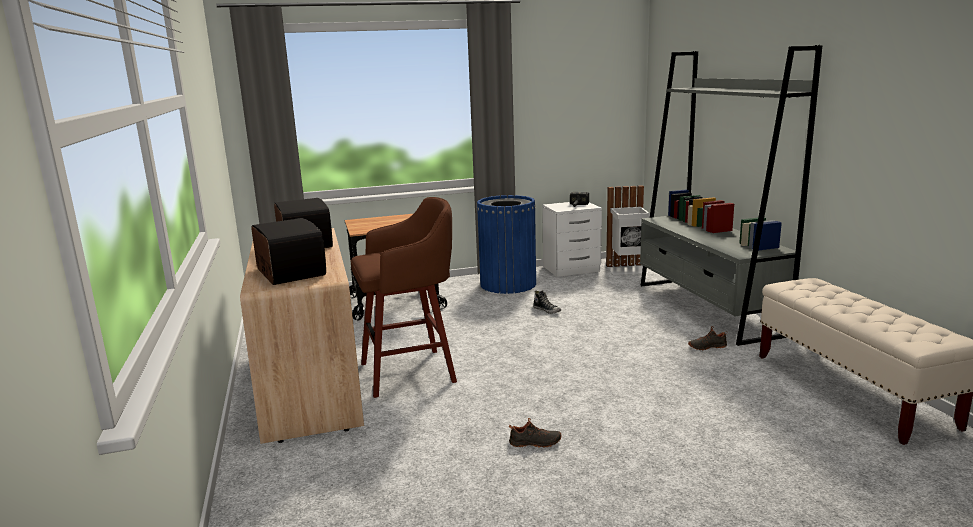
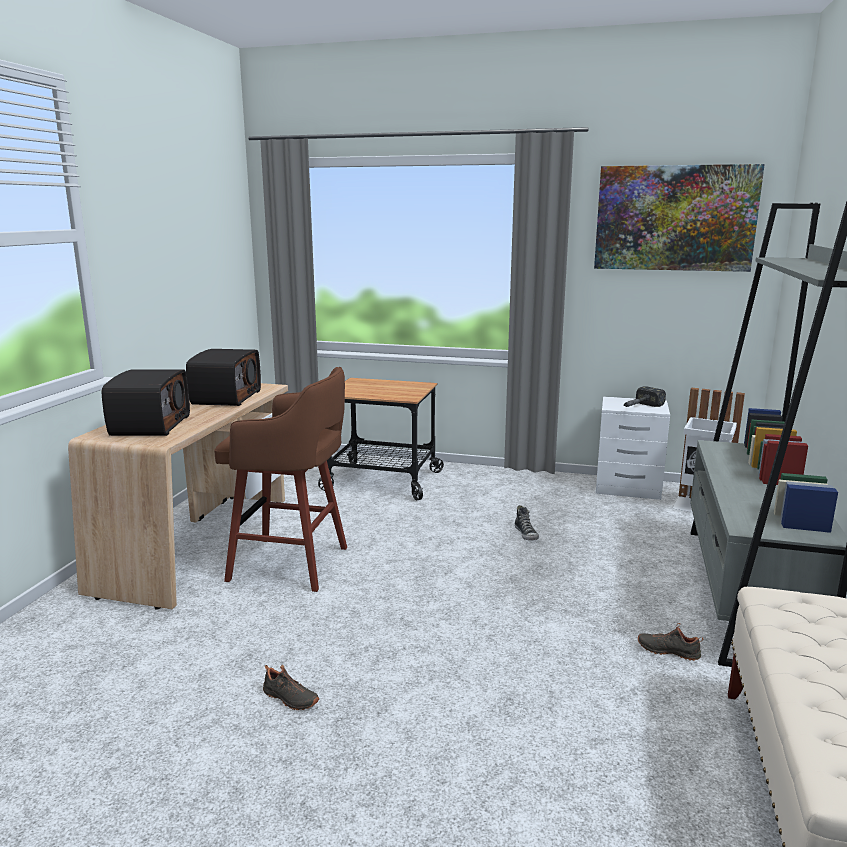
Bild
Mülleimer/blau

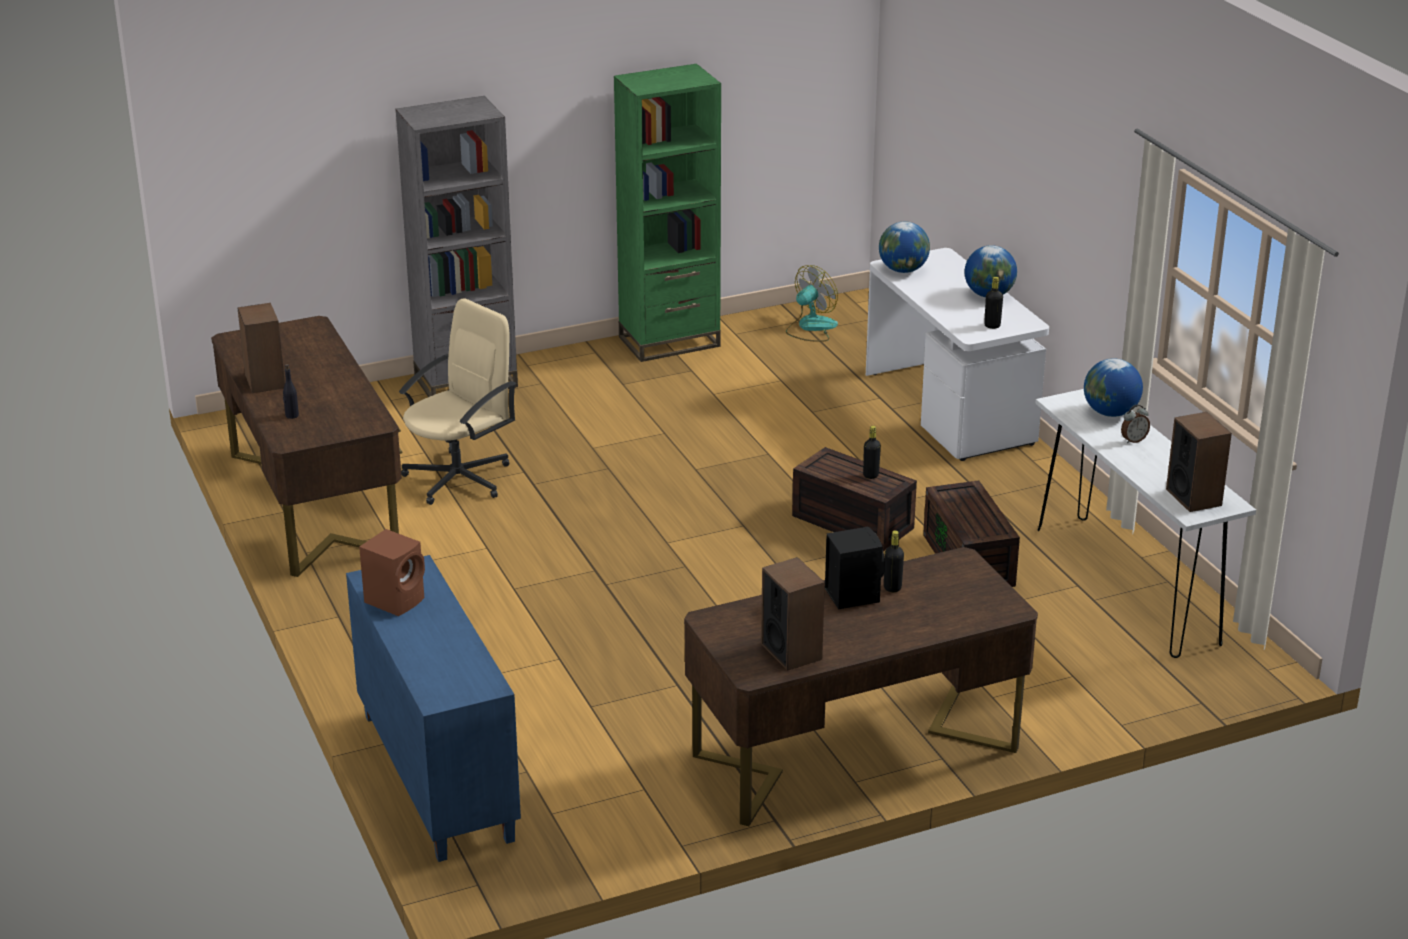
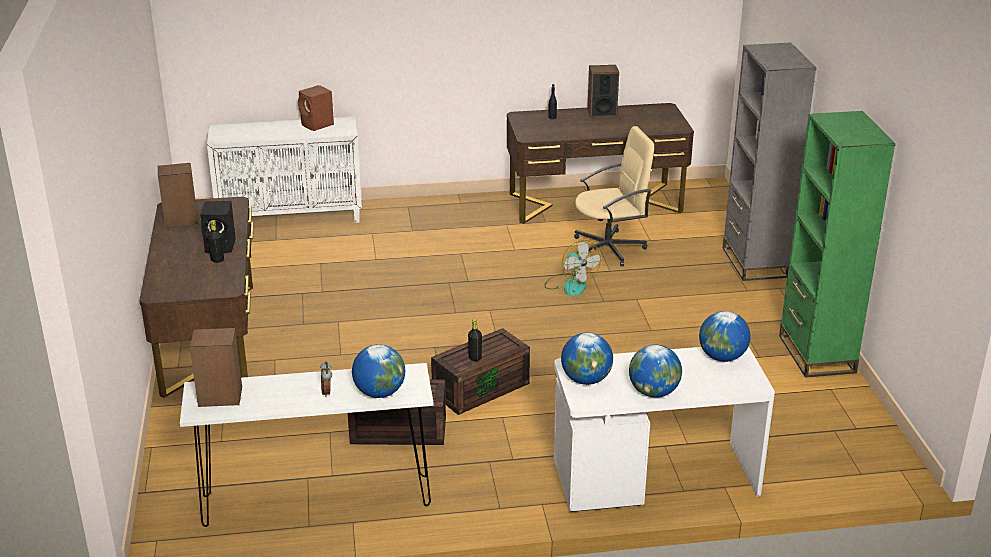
Schrank/weiß
Ventilator
Globus (no. 2 from left)
Bürostuhl/beige

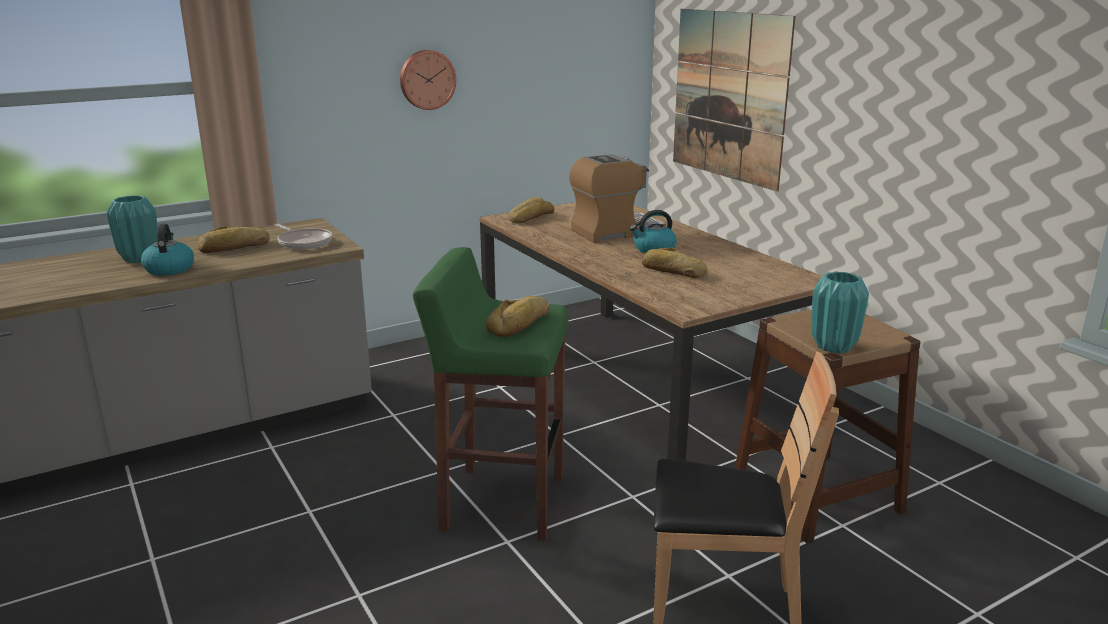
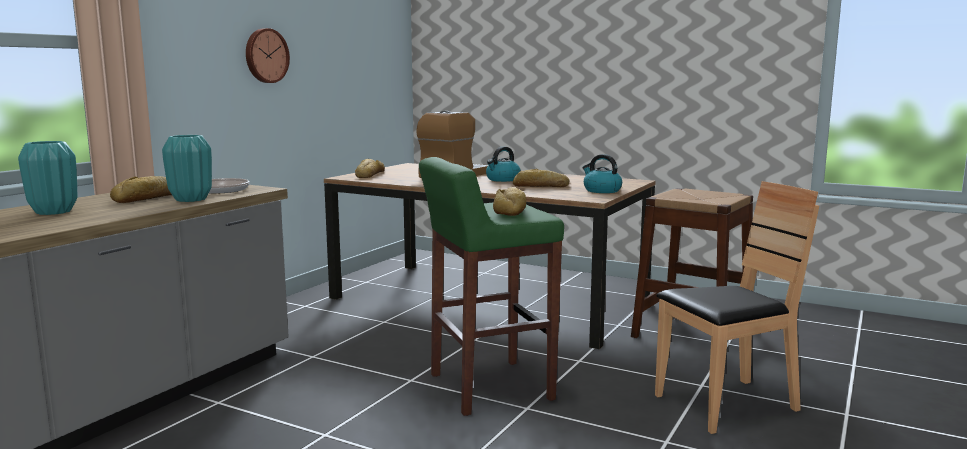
Vase/türkis (no. 2 from left)
Wasserkessel (no. 2 from left)
Bild

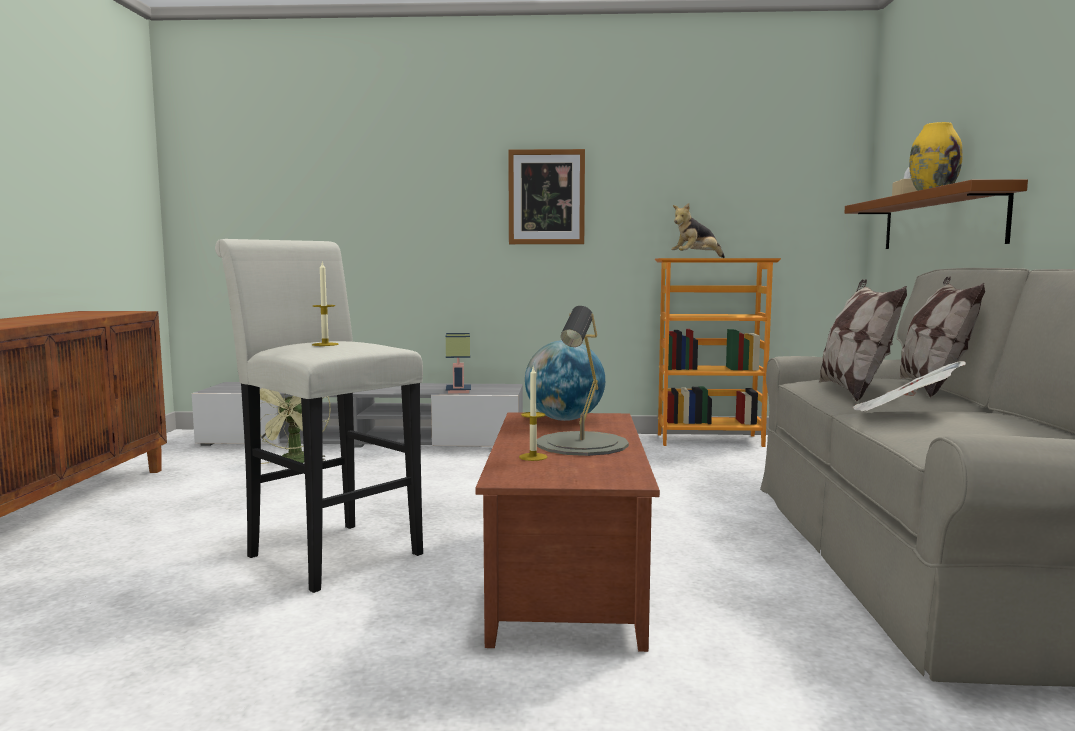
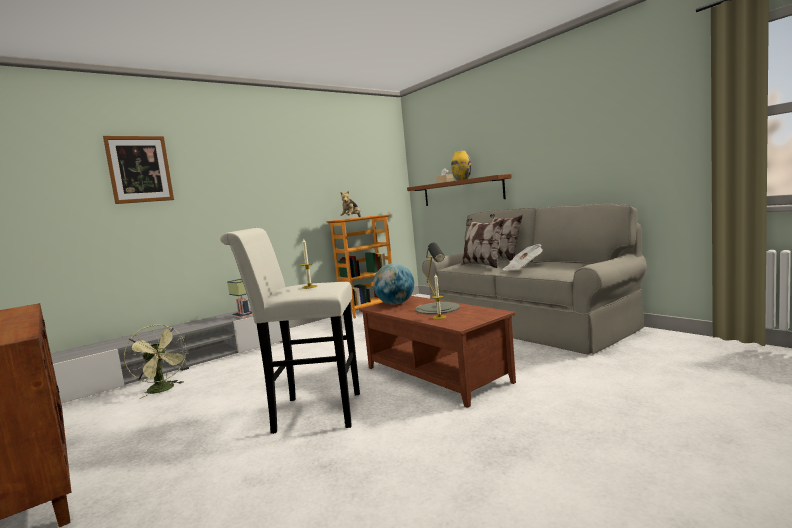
Bild

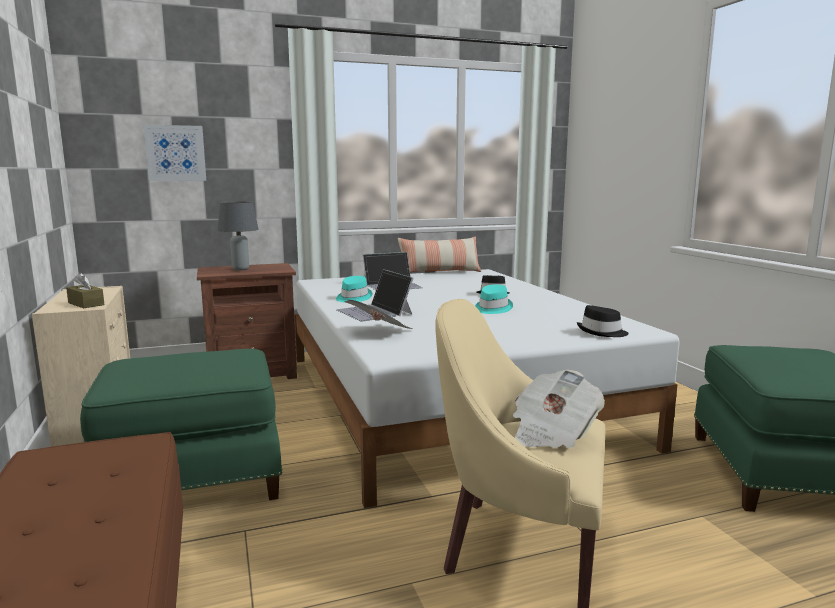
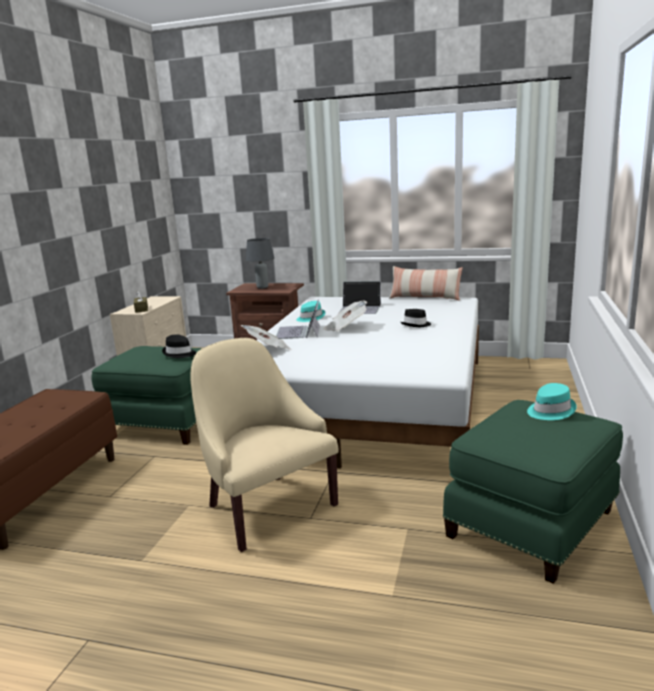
Hut/schwarz (no. 1 from left)
Zeitung (no. 2 from left)
Hut/türkis (no. 2 from left)
Bild

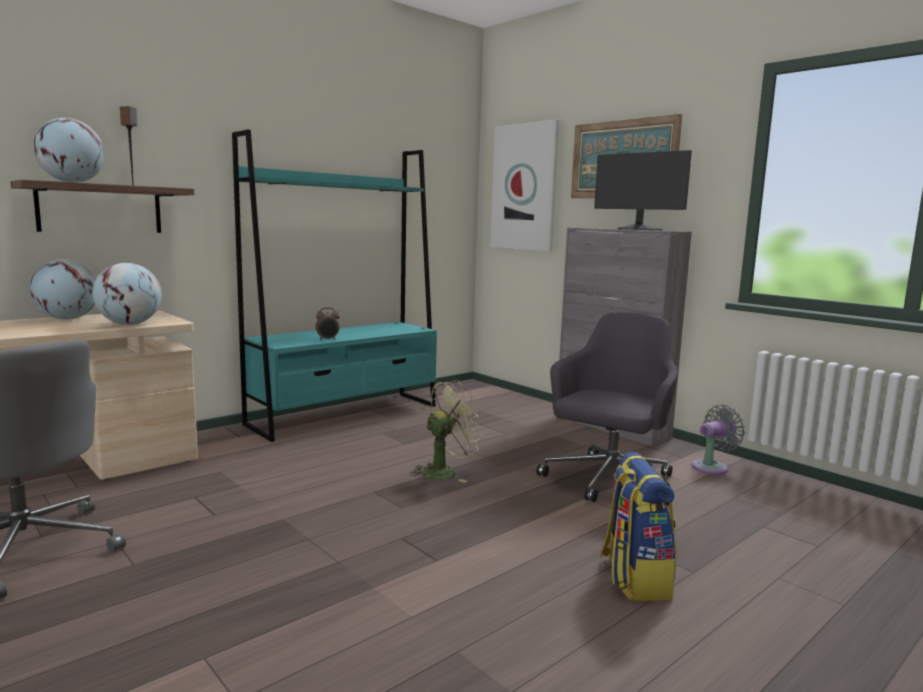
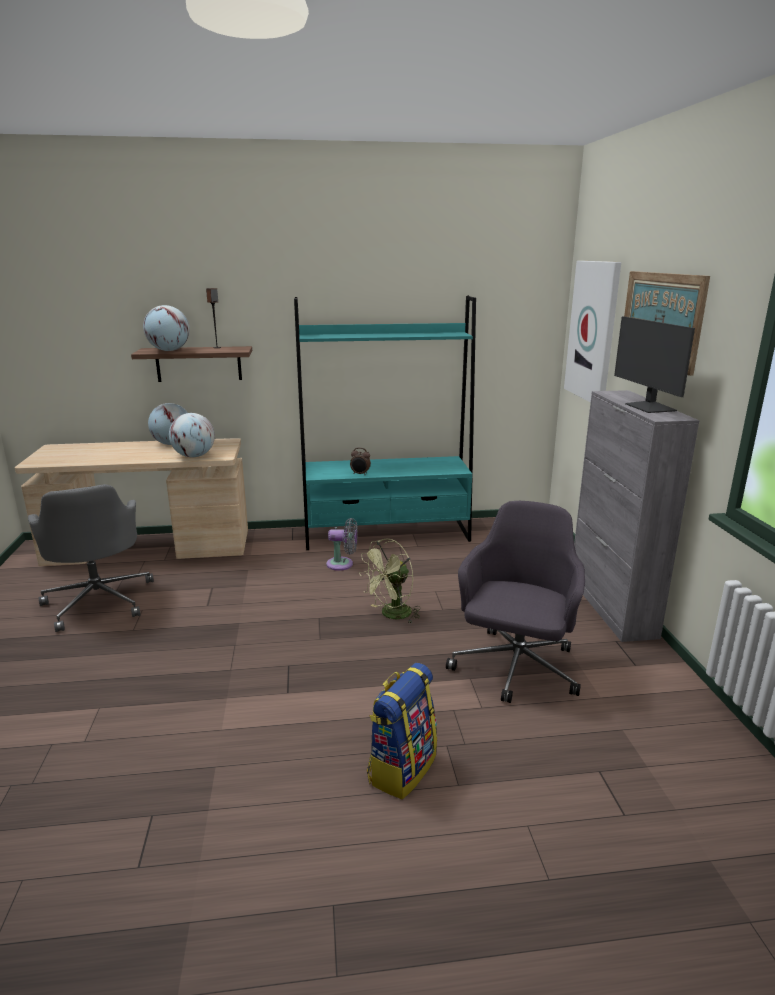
Ventilator/grau
Ventilator/grün
Bürostuhl/grau (no. 2 from left)

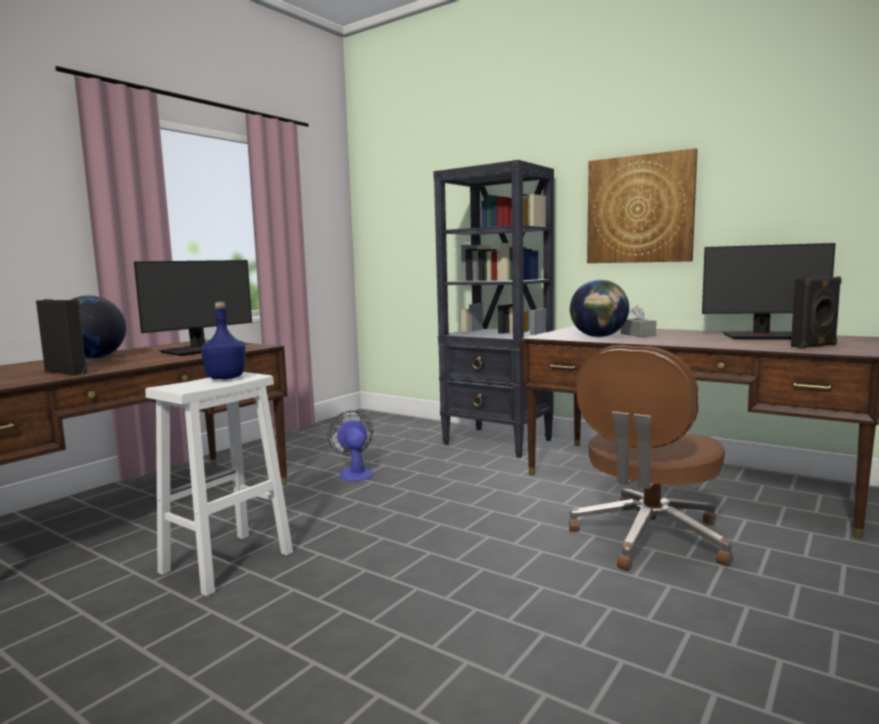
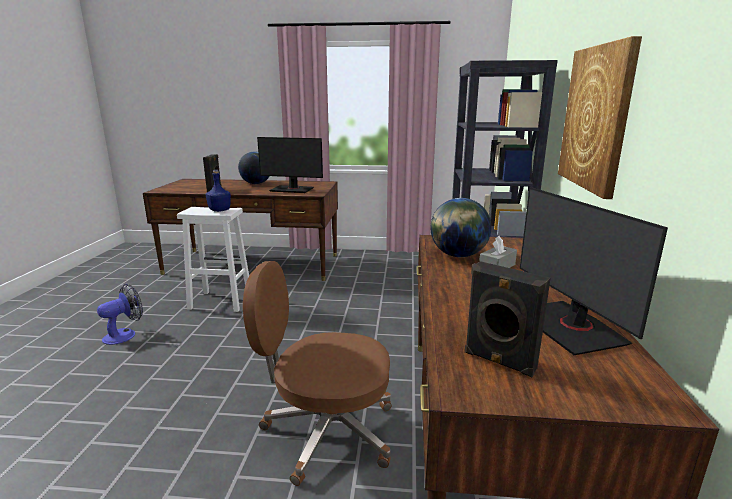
Ventilator

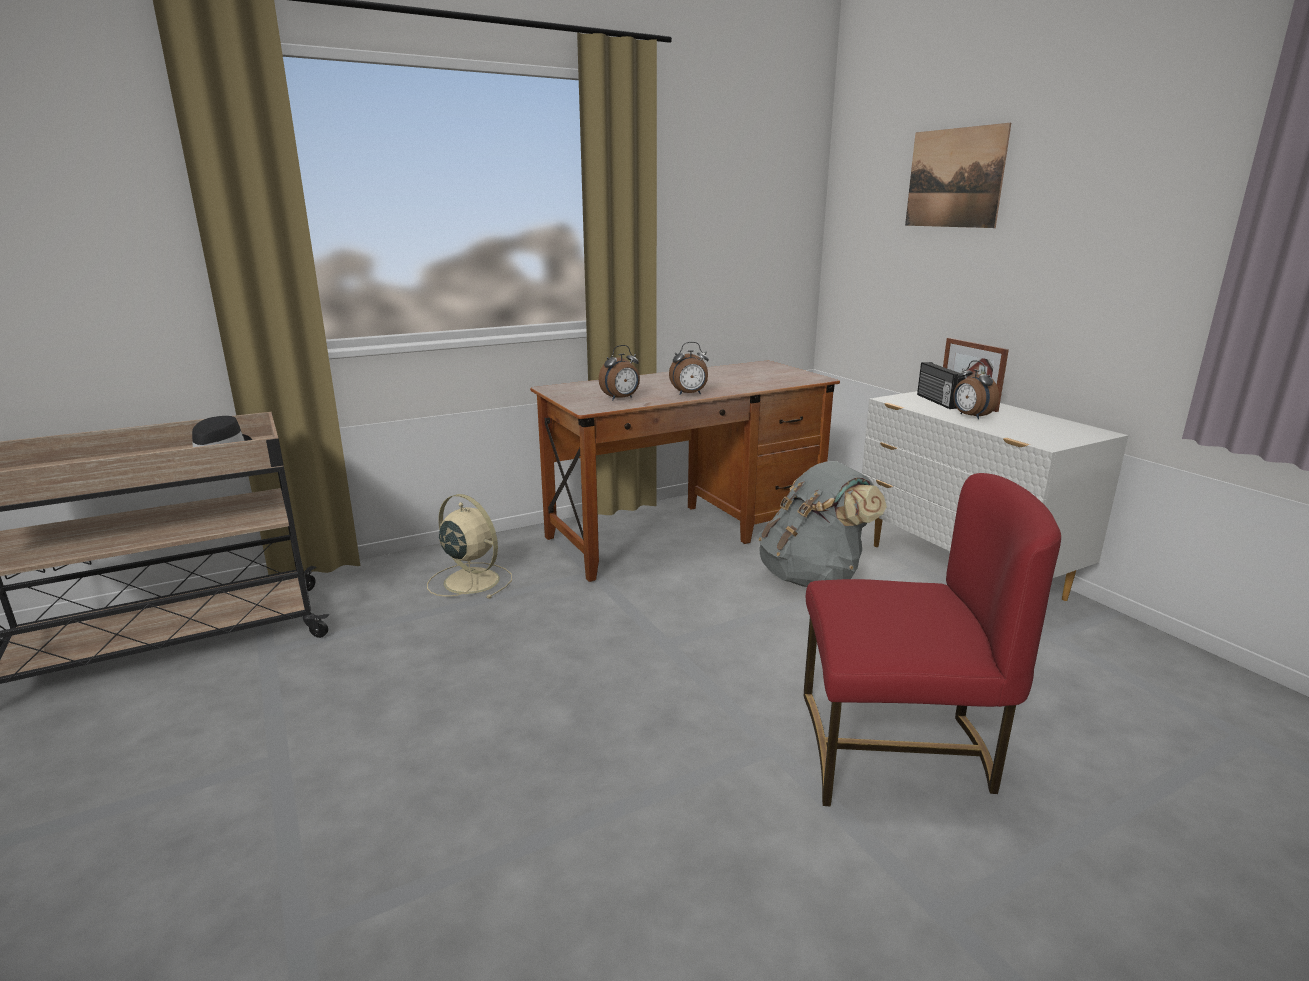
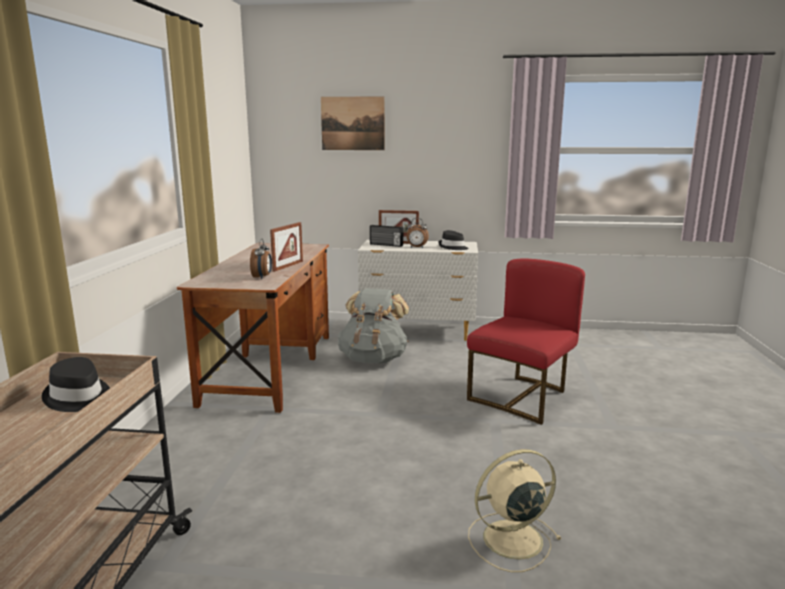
Bilderrahmen (no. 1 from left)
Hut/schwarz (no. 2 from left)
Ventilator/beige

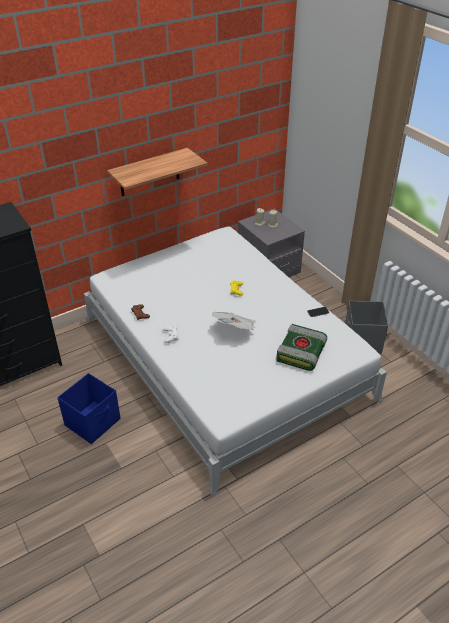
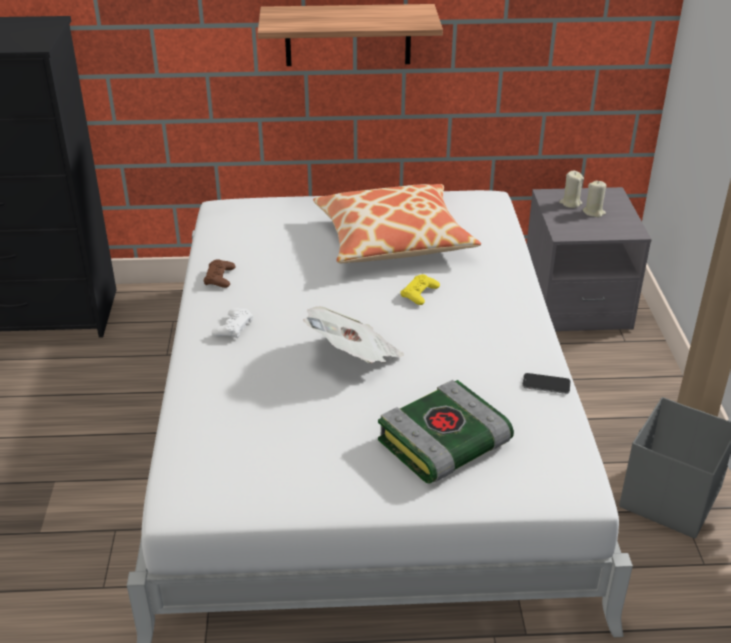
Kissen
Aufbewahrungsbox/blau

